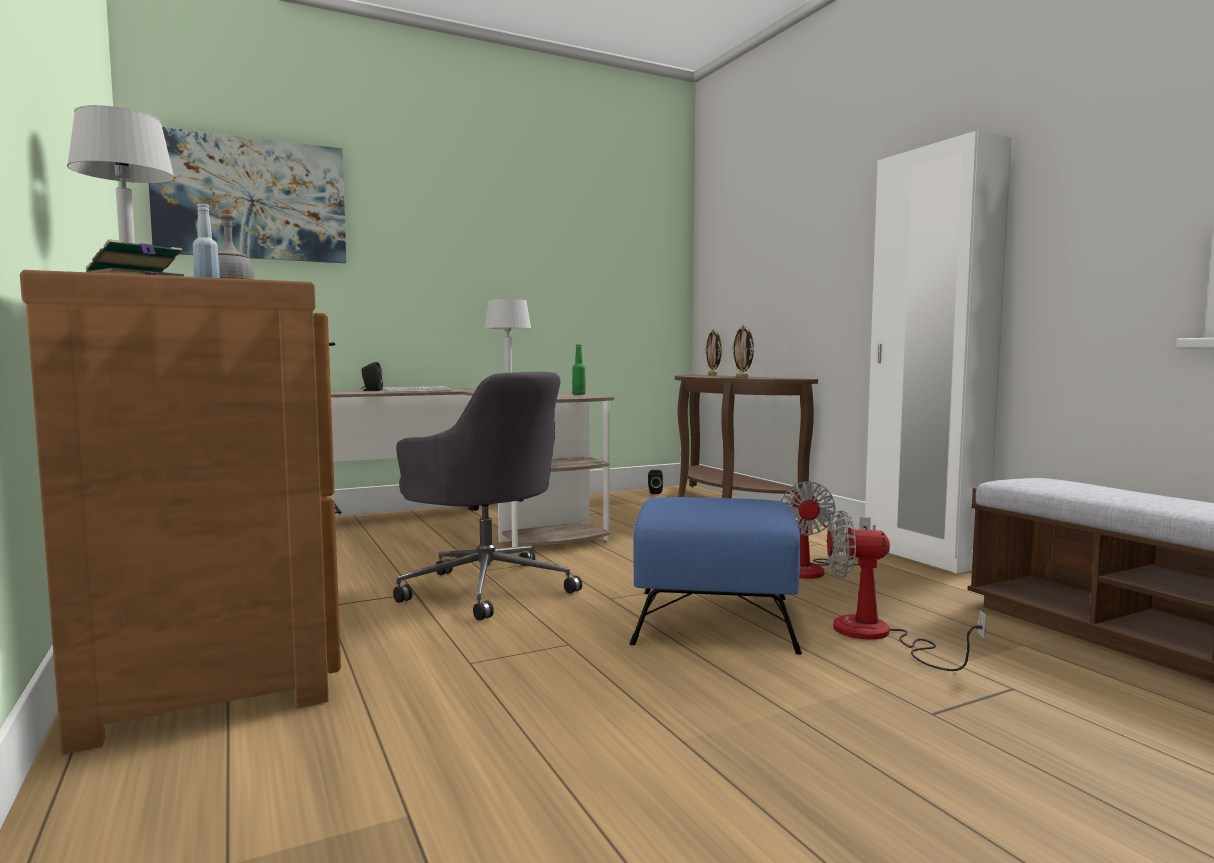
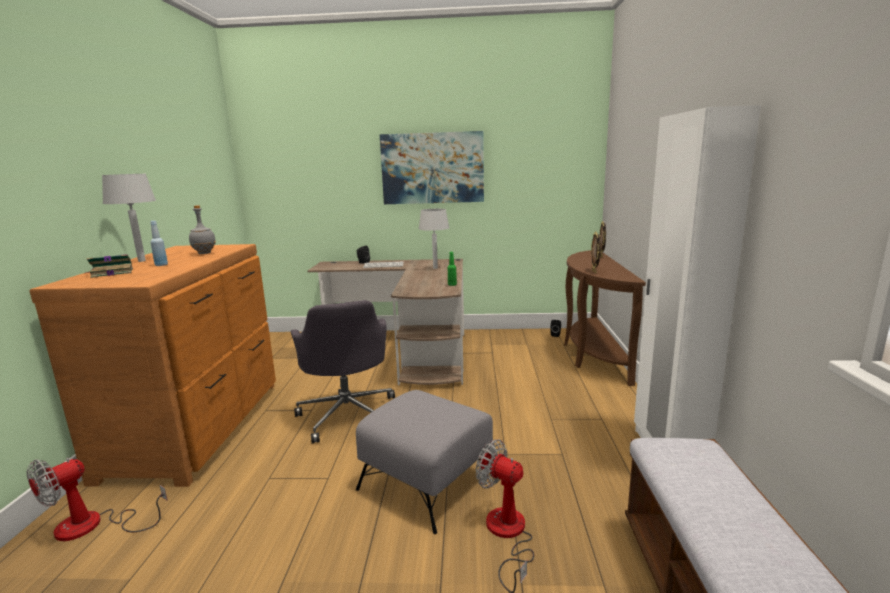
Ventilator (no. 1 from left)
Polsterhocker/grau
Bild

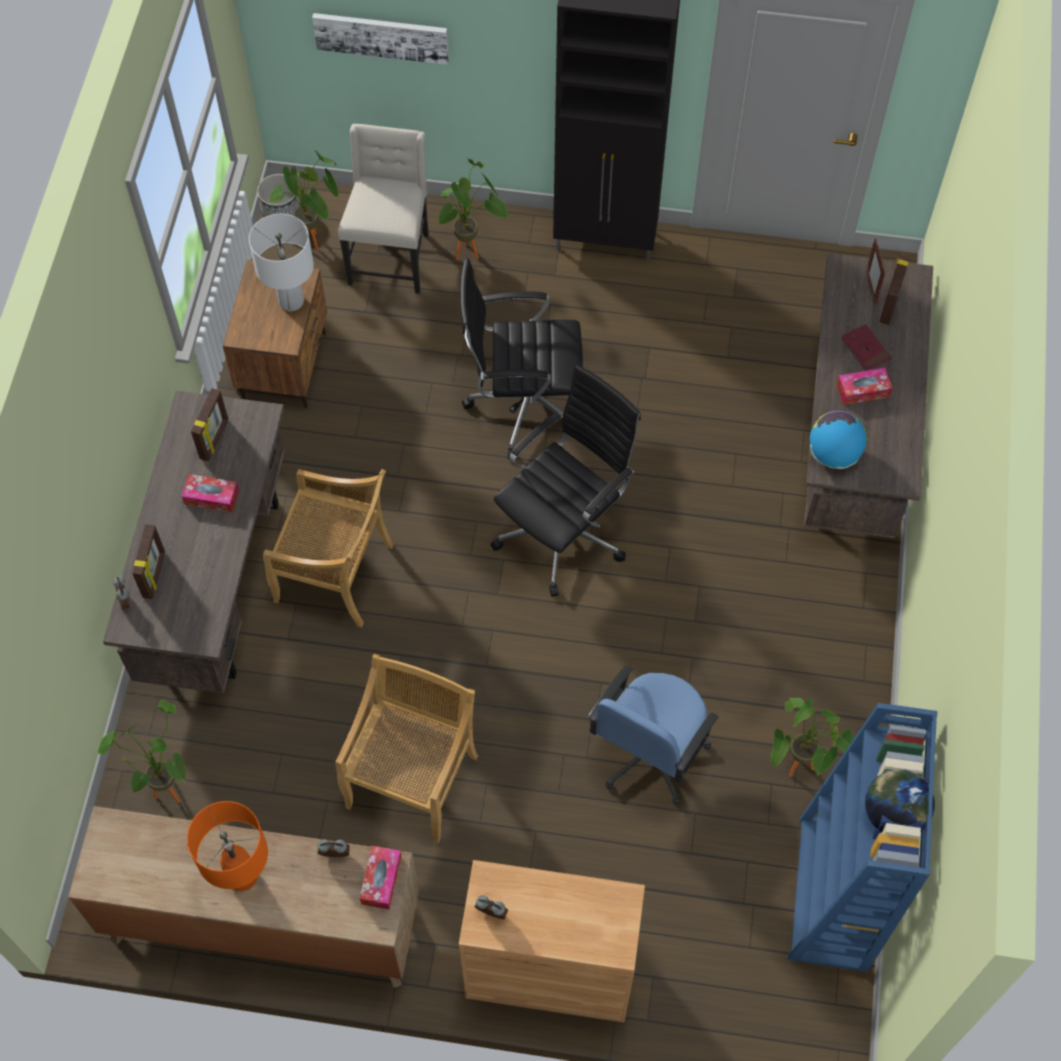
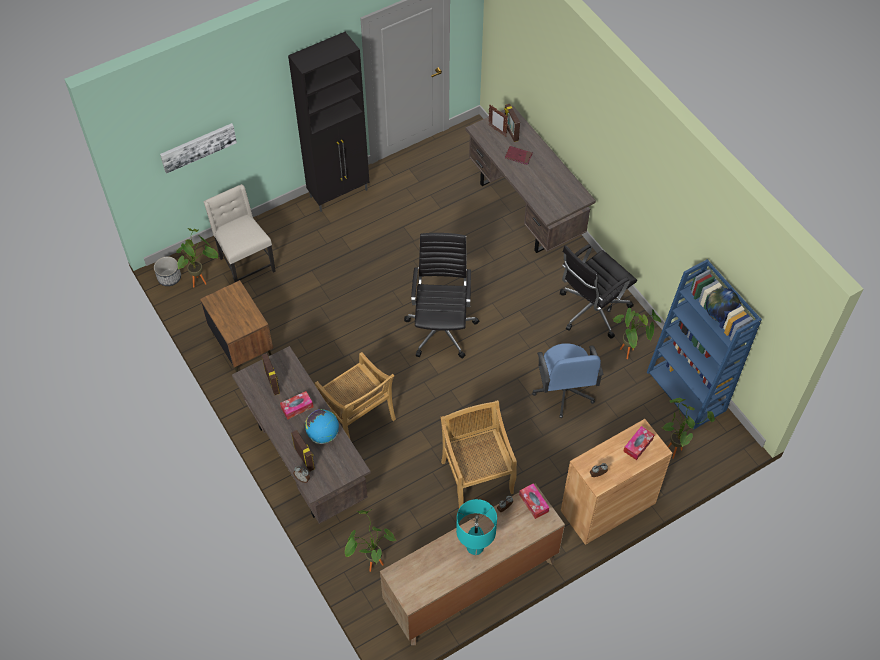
Globus (no. 1 from left)
Stuhl/beige (no. 2 from left)
Tischlampe/türkis
Bürostuhl/schwarz (no. 2 from left)
Taschentuchbox (no. 3 from left)
Topfpflanze (no. 4 from left)
Tischlampe/weiß

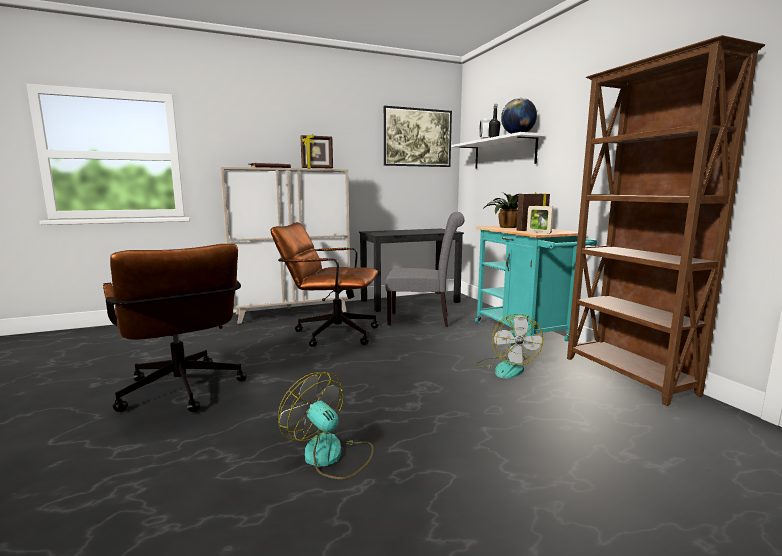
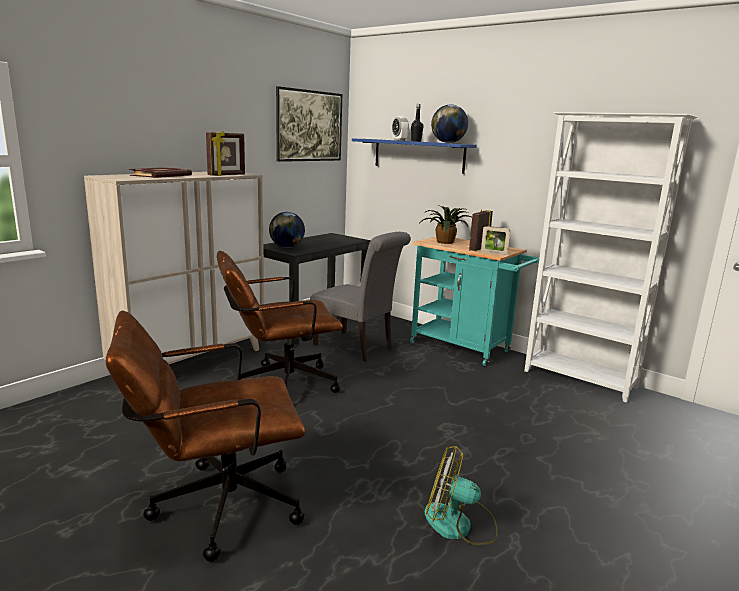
Bürostuhl/braun (no. 1 from left)
Globus (no. 1 from left)
Stuhl/grau
Wandregal/blau
Bücherregal/weiß
Ventilator (no. 2 from left in the first image)

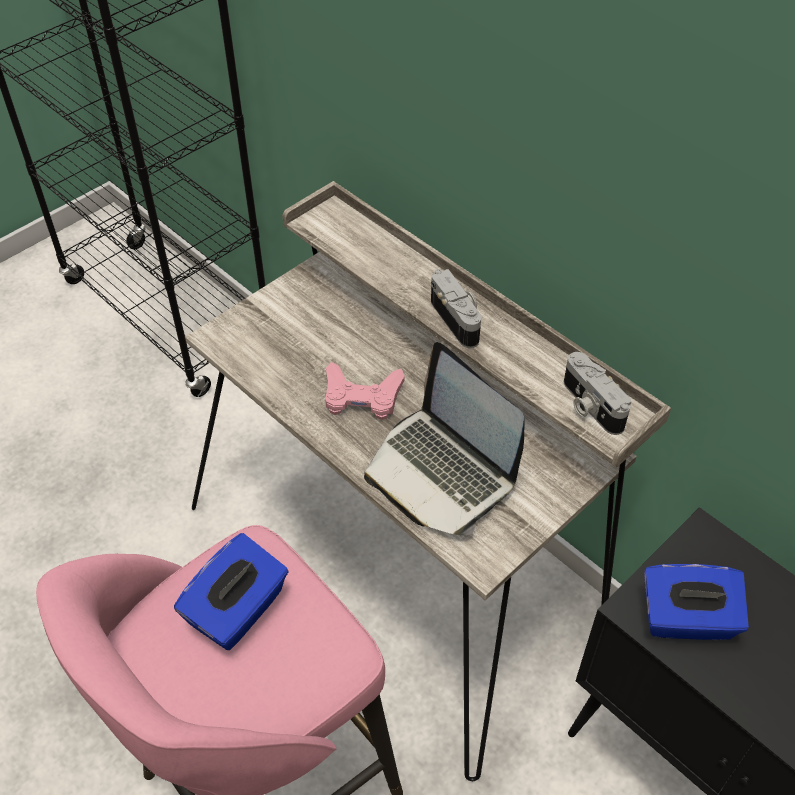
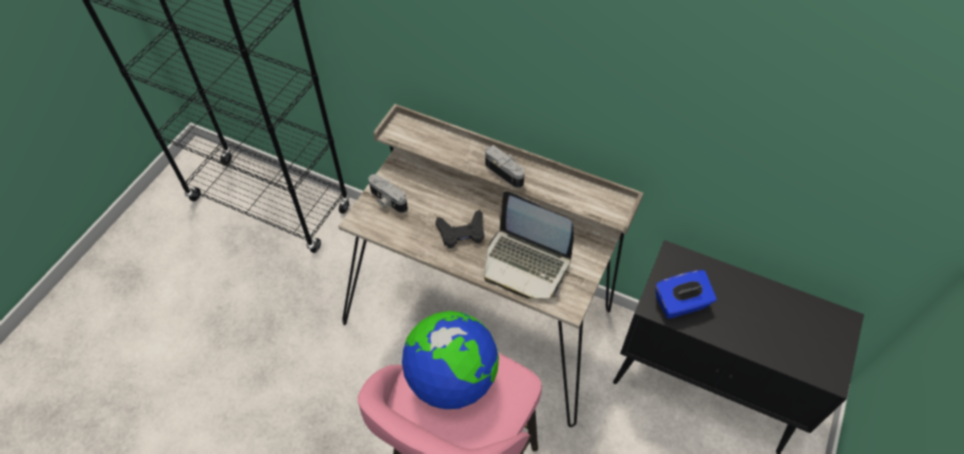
Kamera (no. 1 from left)
Globus
Gamepad/schwarz

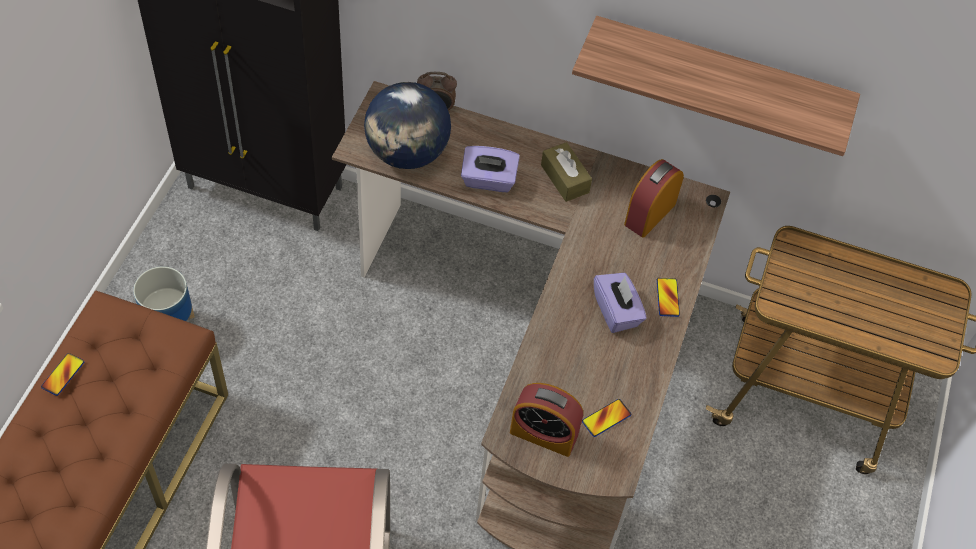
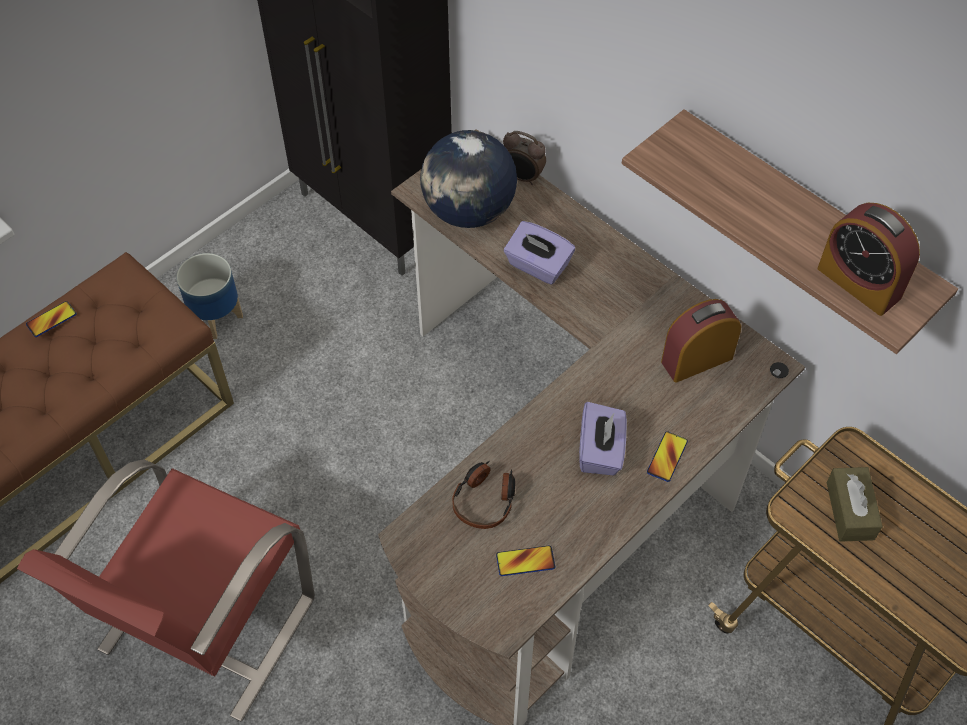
Kopfhörer
Wecker (no. 3 from left)
Taschentuchbox/braun

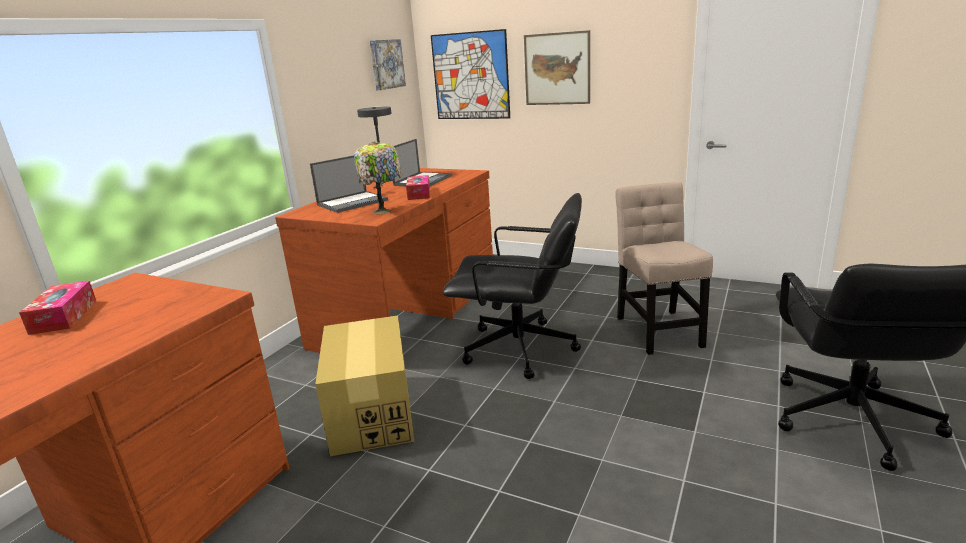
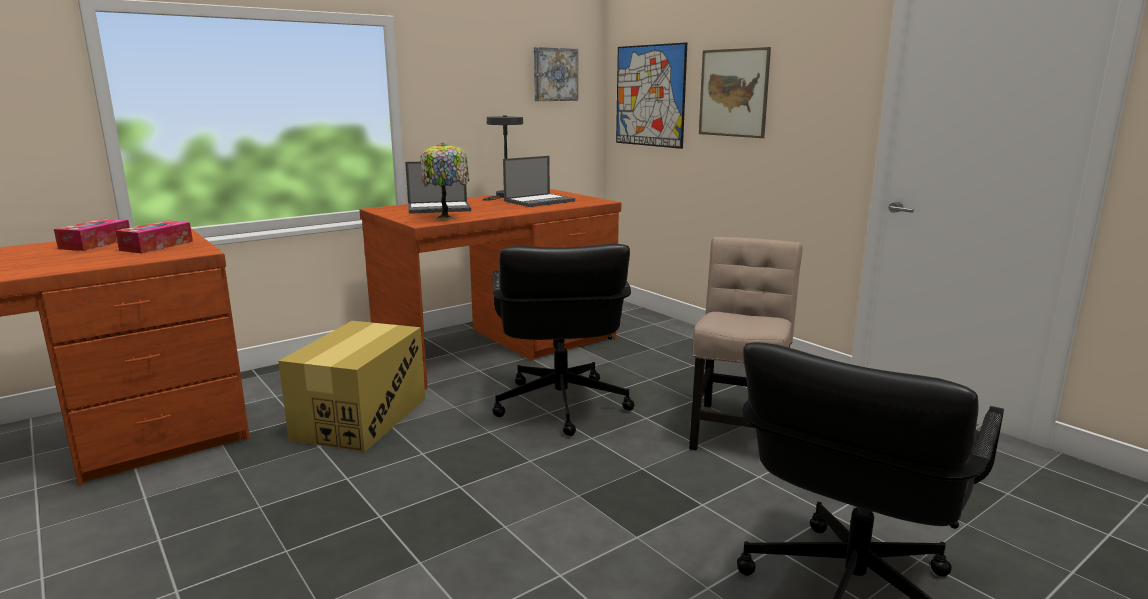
Taschentuchbox (no. 2 from left)
Bürostuhl/schwarz (no. 1 from left)

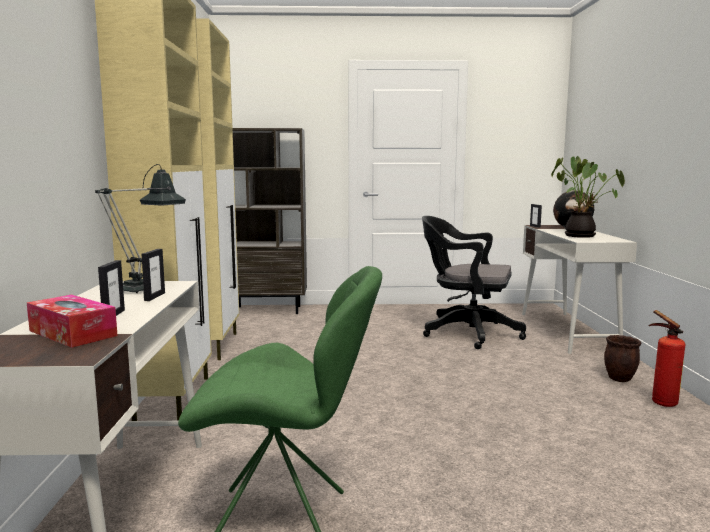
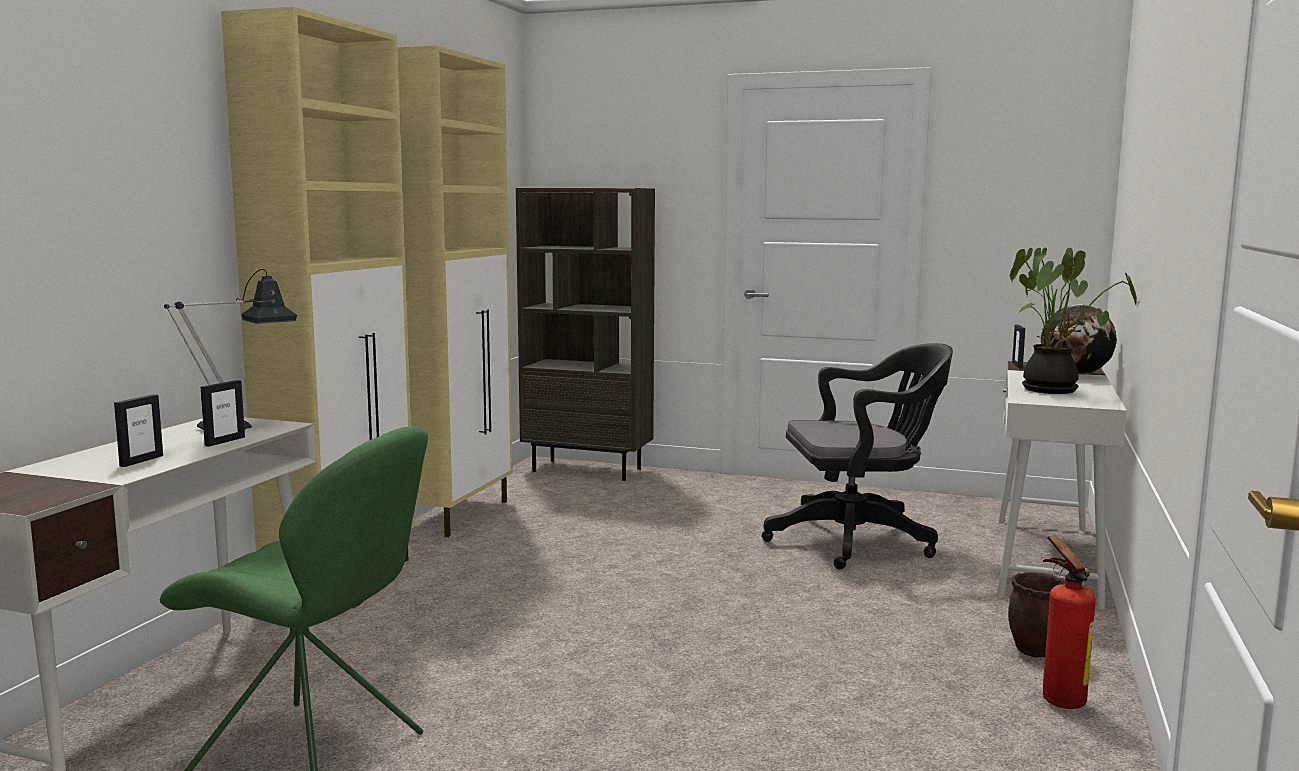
Bürostuhl/schwarz
Taschentuchbox

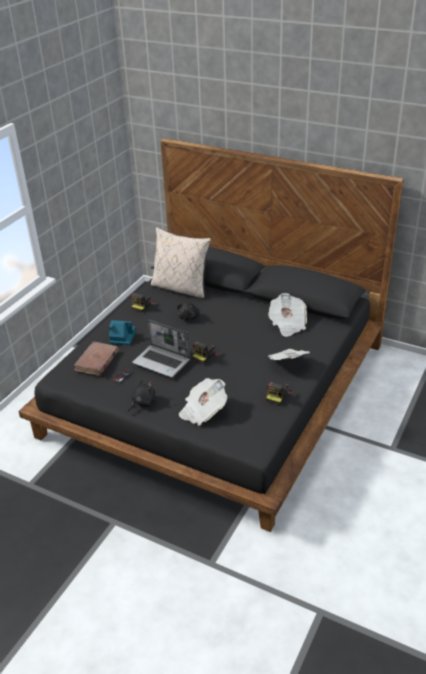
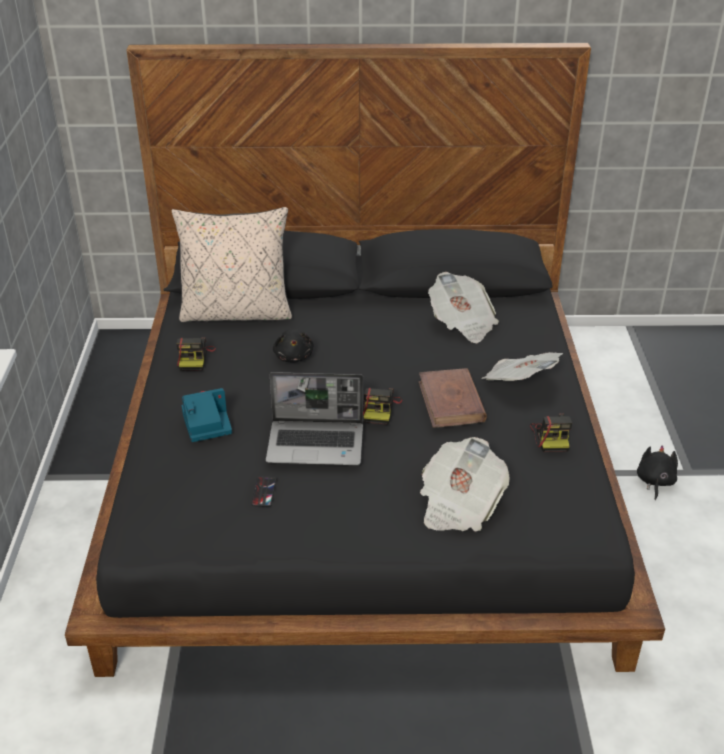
Buch/braun
Plüschtier/schwarz (no. 2 from left)

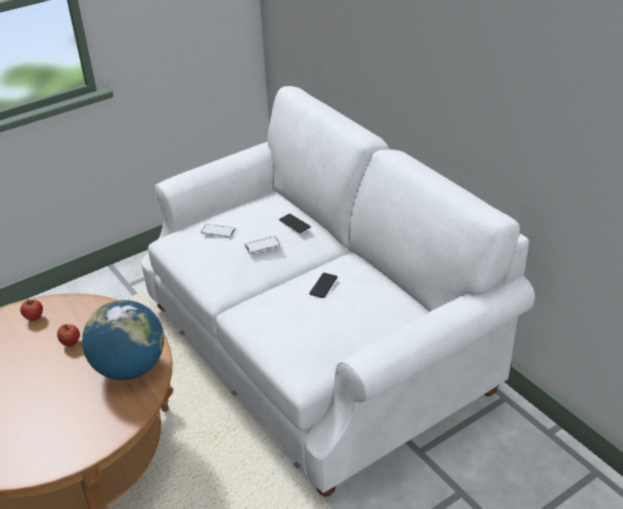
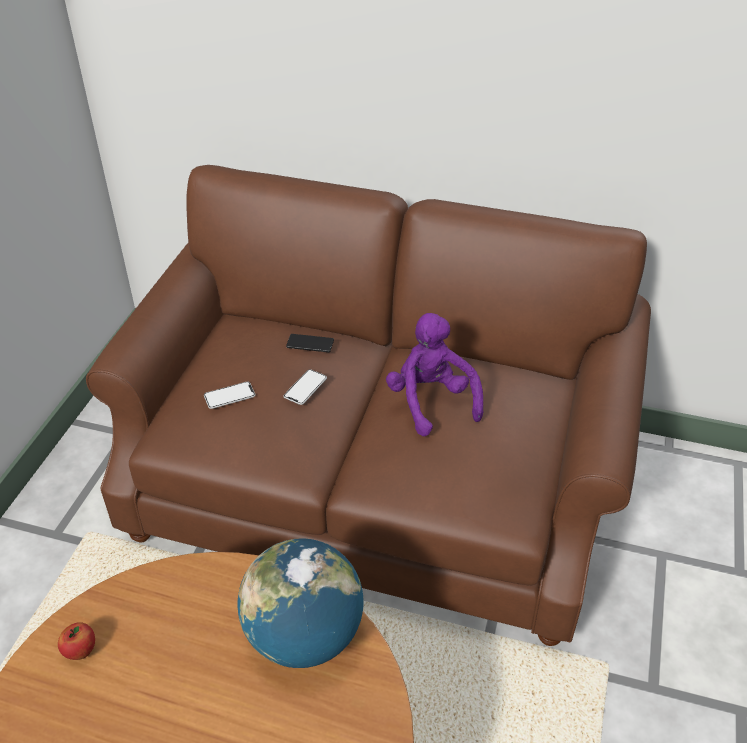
Sofa/braun
Plüschtier/lila
Apfel (no. 2 from left in the first image)

